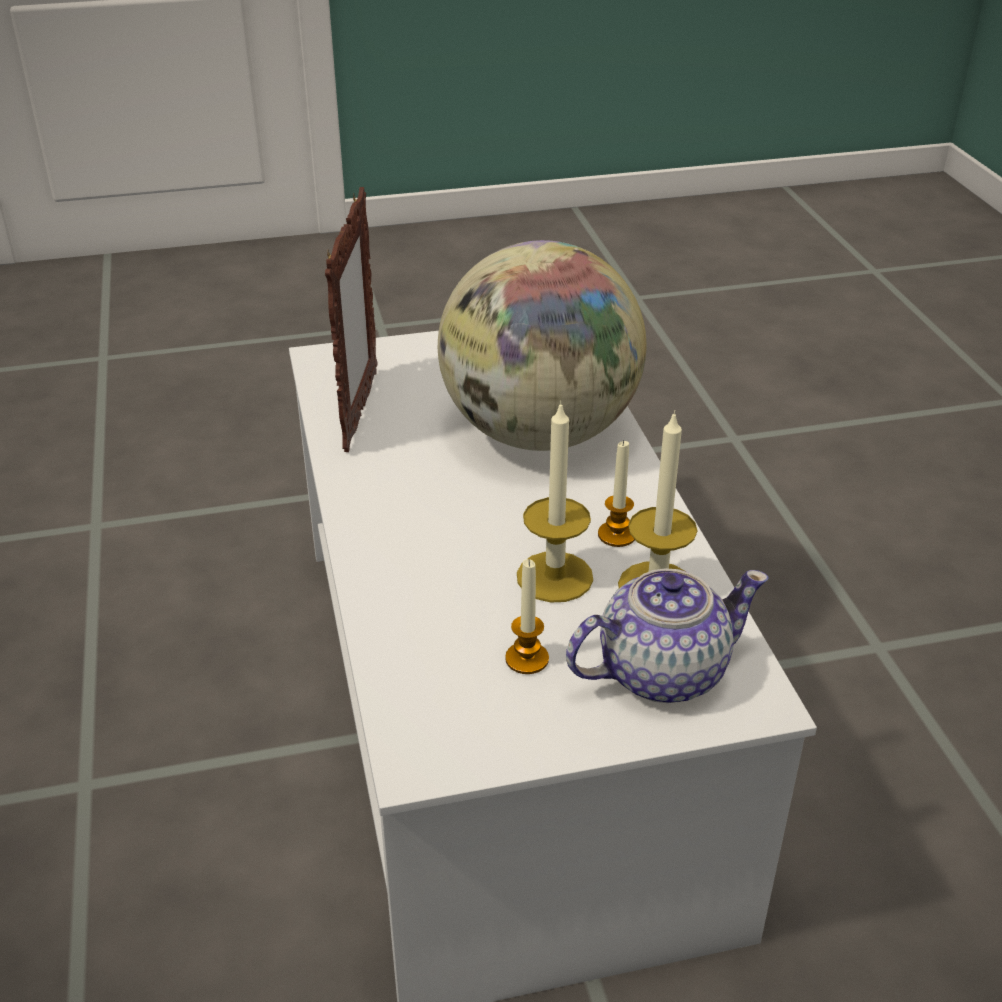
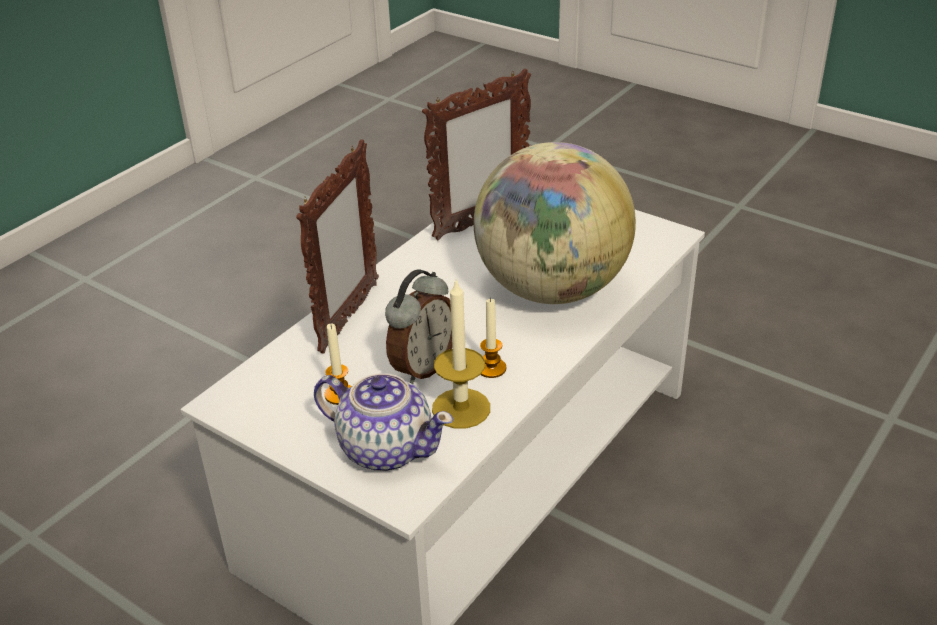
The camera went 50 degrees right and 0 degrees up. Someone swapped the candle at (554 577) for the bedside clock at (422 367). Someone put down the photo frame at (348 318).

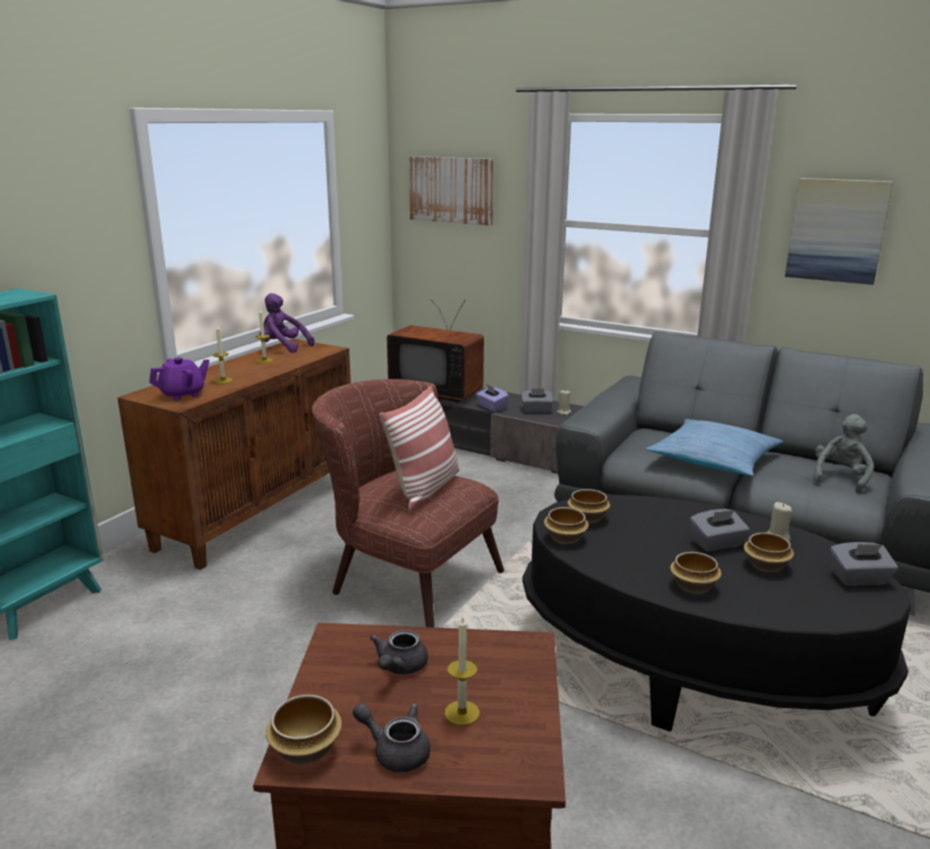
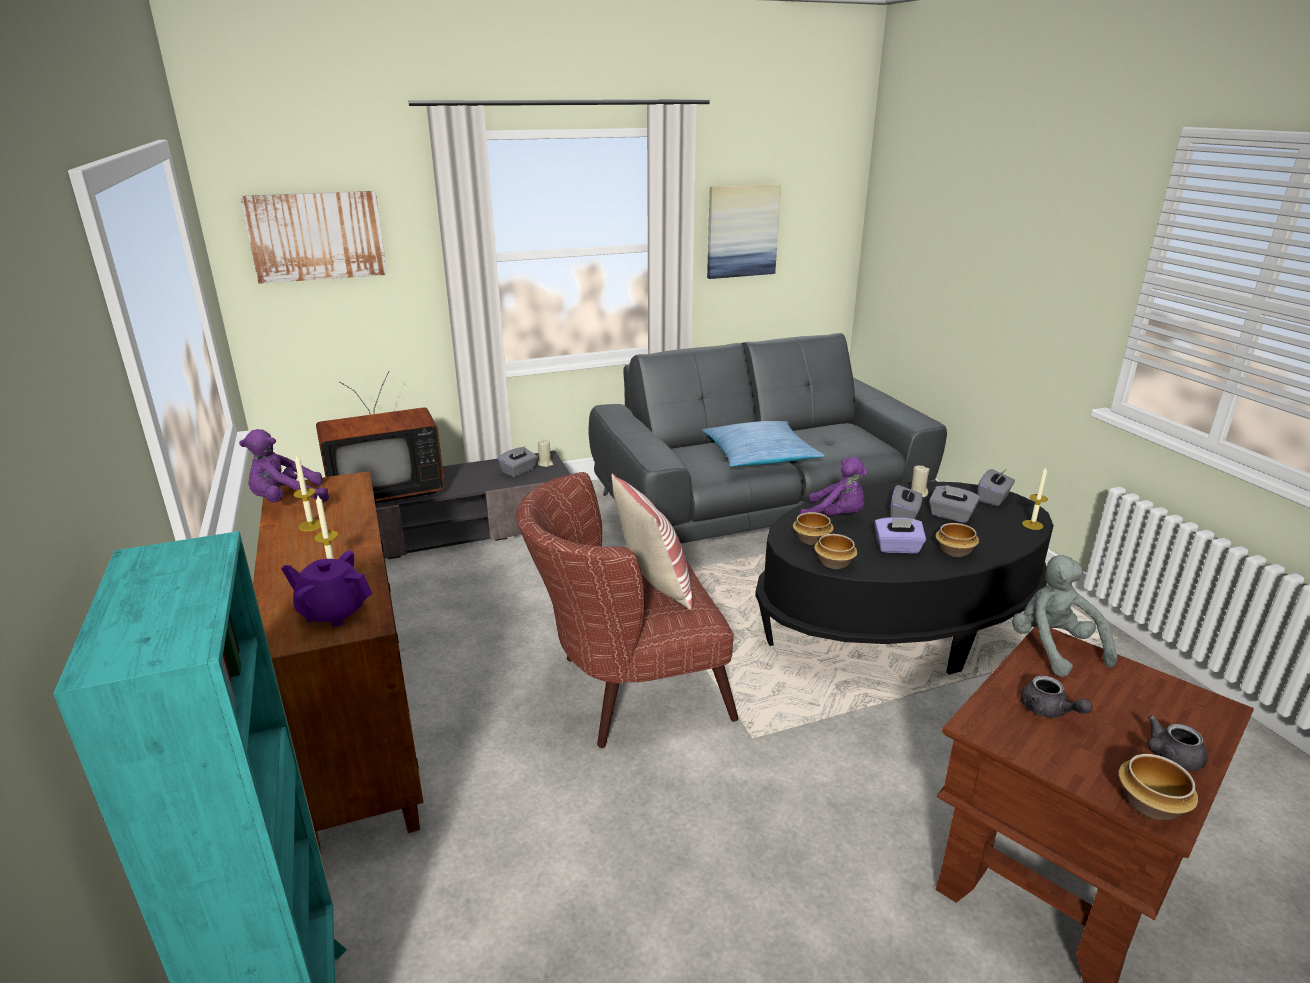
The camera went 50 degrees left and 5 degrees up. Someone rotated the purple-coloured teapot at (183 394) by 75 degrees counterclockwise. Someone carried the purple-coloured tissue holder from (492 407) to (897 548). Someone carried the grey cuddly toy from (840 478) to (1053 648). Someone swapped the serving bowl at (767 566) for the grey tissue holder at (951 515). Someone carried the candle from (462 713) to (1032 525). Someone put down the purple-coloured cuddly toy at (836 517).

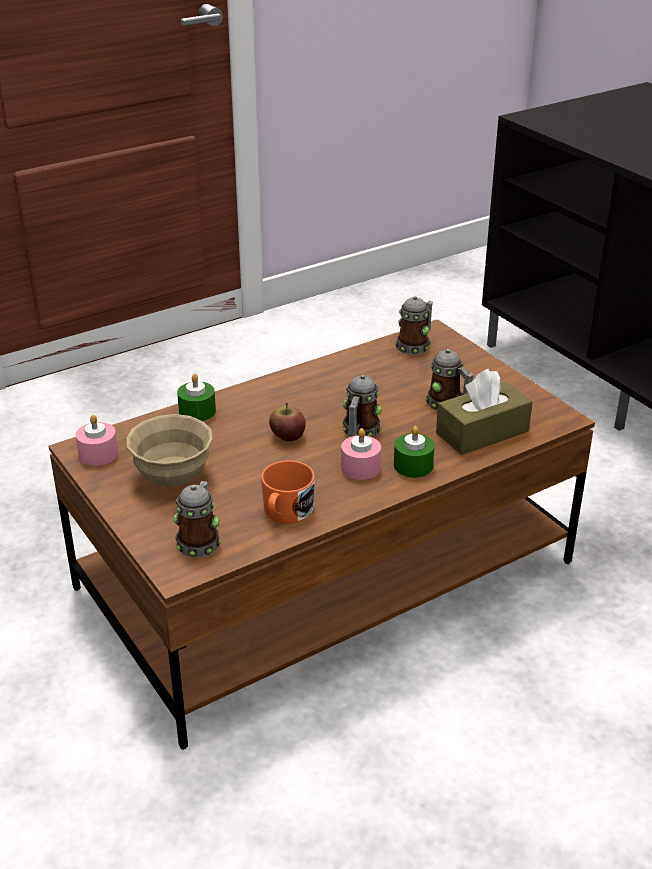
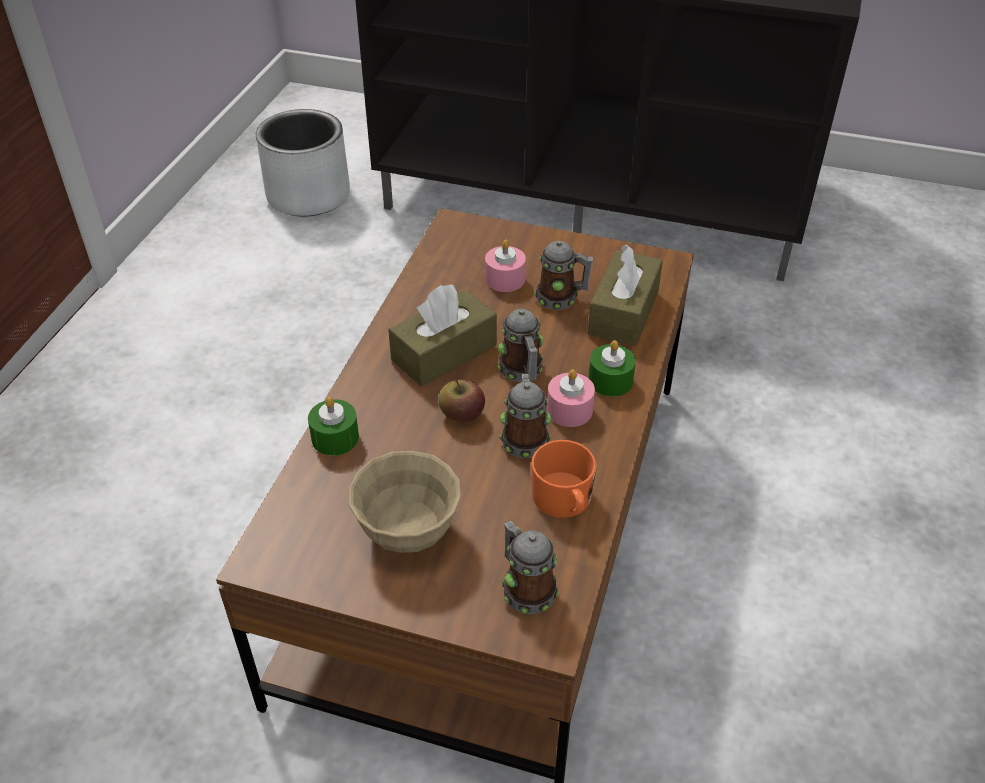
The camera went 40 degrees left and 10 degrees up. Someone carried the mug from (415 345) to (524 437). Someone carried the pink candle from (98 454) to (505 279). Someone put down the grey plant pot at (308 195). Someone put down the brownish tissue holder at (444 353).

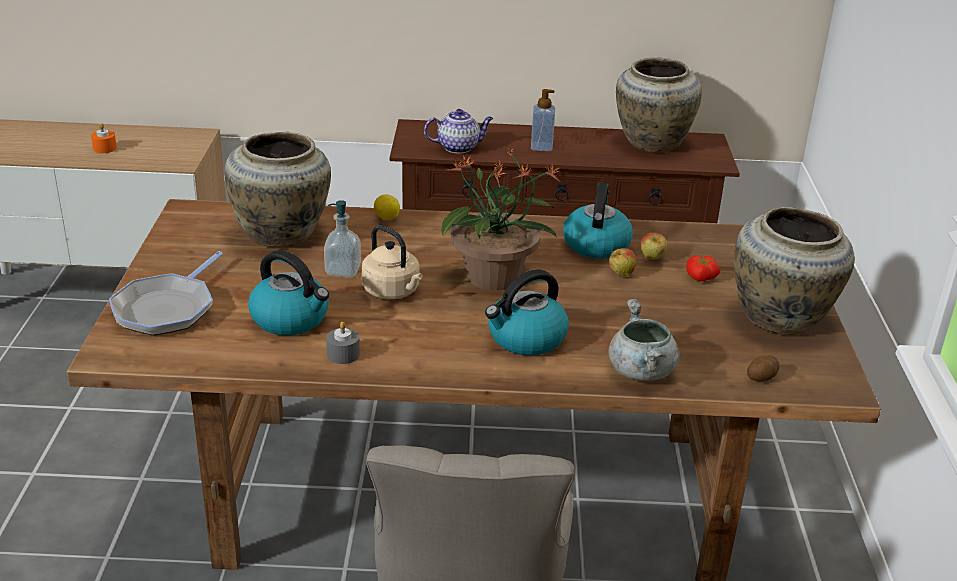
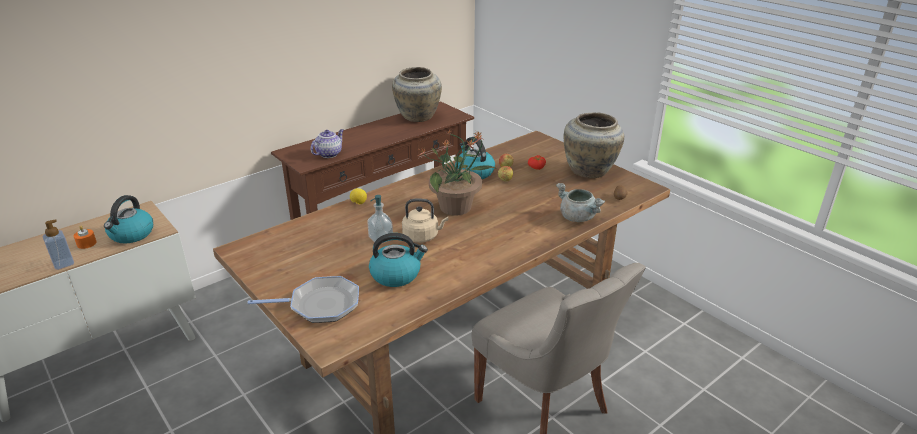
The camera went 40 degrees left and 0 degrees up. Someone carried the liquid soap bottle from (541 147) to (63 264). Someone took away the beige-coloured decorative vase at (283 235). Someone rotated the pan at (167 309) by 75 degrees counterclockwise. Someone carried the tea kettle from (526 339) to (131 234). Someone took away the grey candle at (343 354).

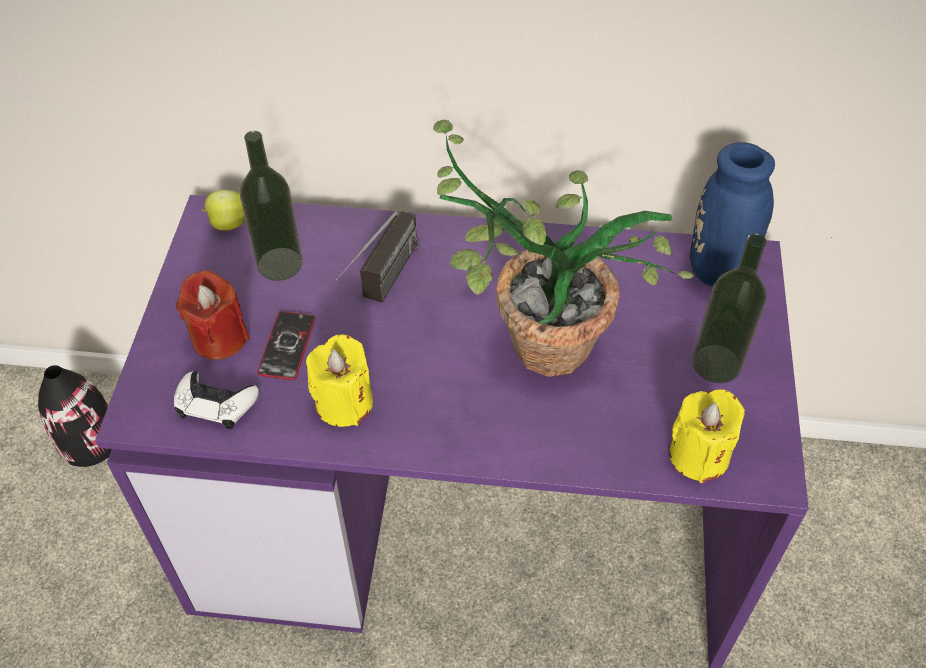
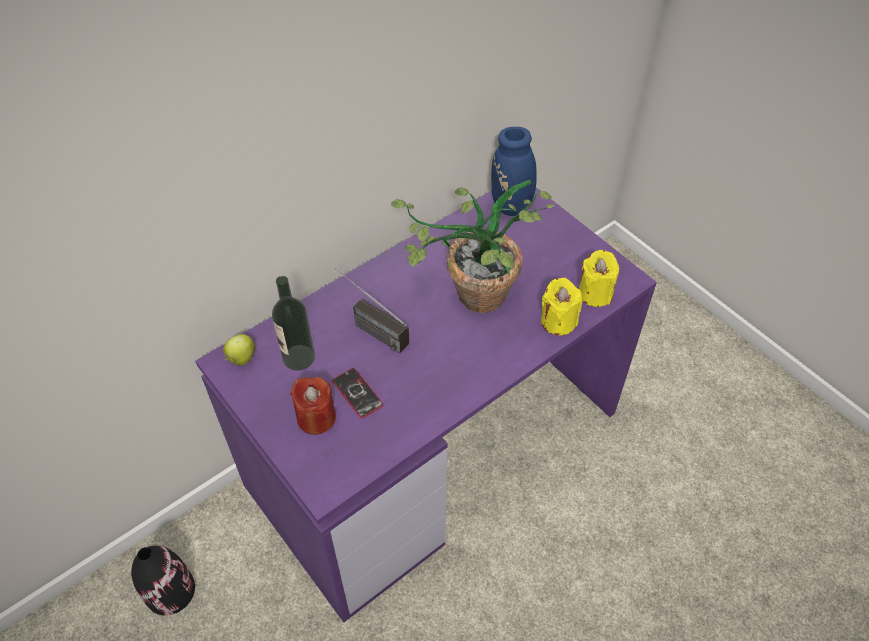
The camera went 45 degrees left and 0 degrees up. Someone rotated the radio at (383 287) by 150 degrees clockwise. Someone took away the bottle at (716 363). Someone carried the yellowish candle from (344 403) to (558 321). Someone took away the whitish gamepad at (215 404).

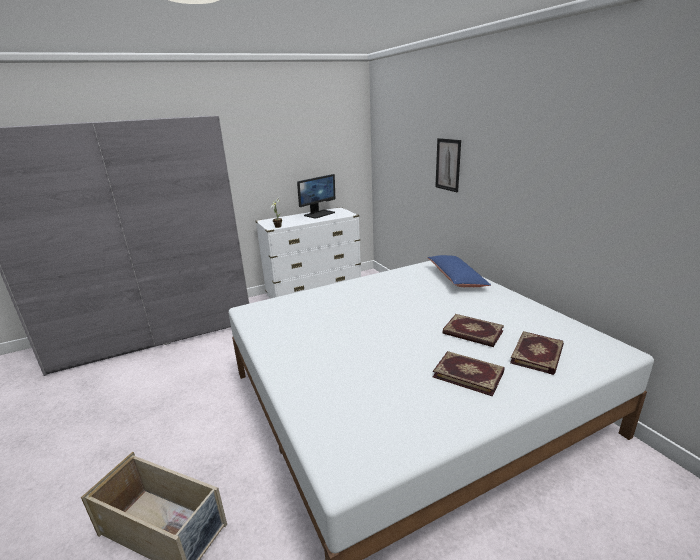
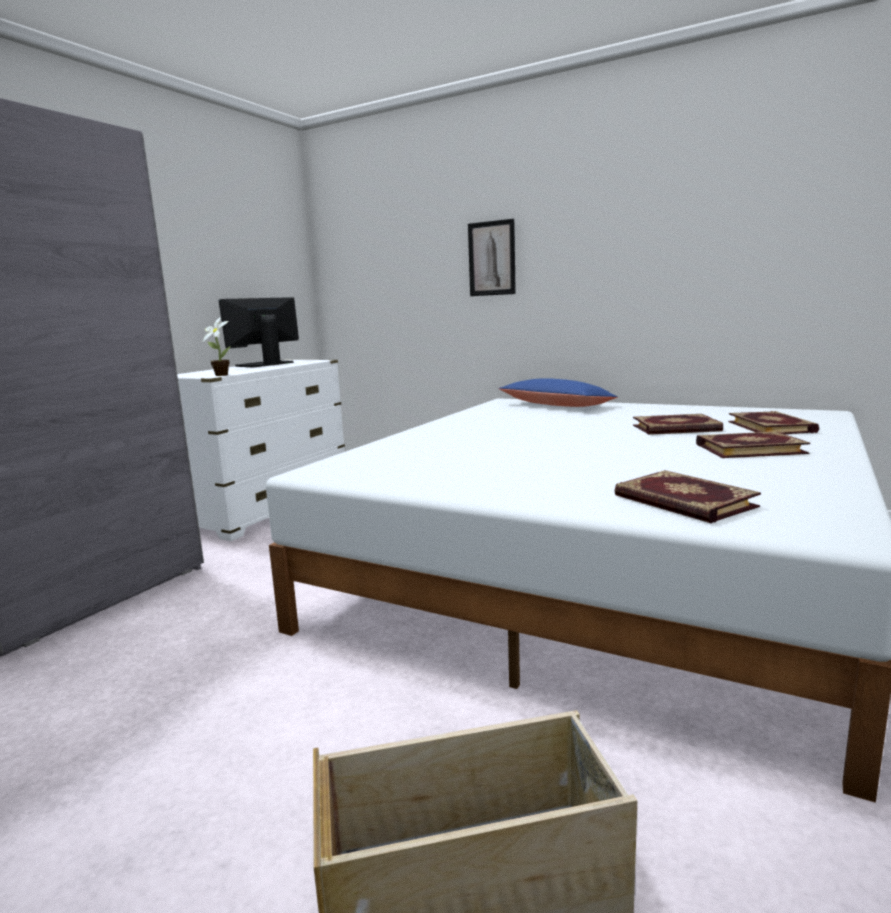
The camera went 35 degrees left and 10 degrees down. Someone rotated the computer screen at (319 214) by 150 degrees counterclockwise. Someone put down the book at (683 502).

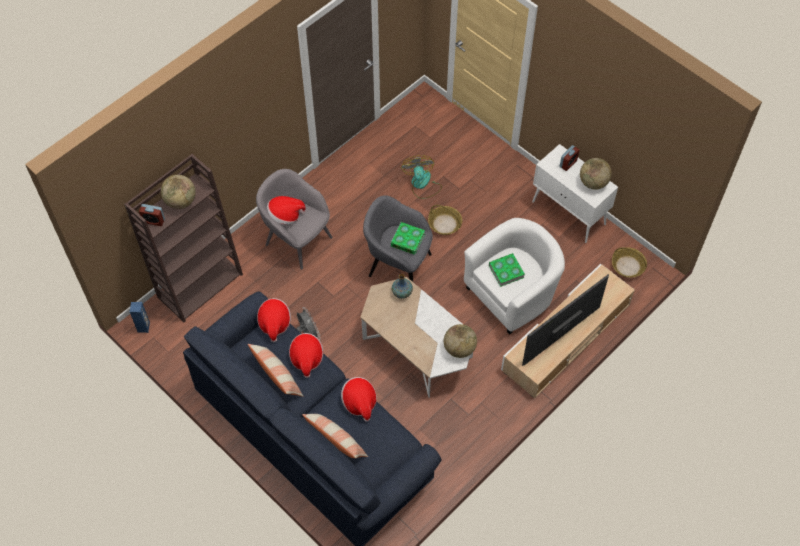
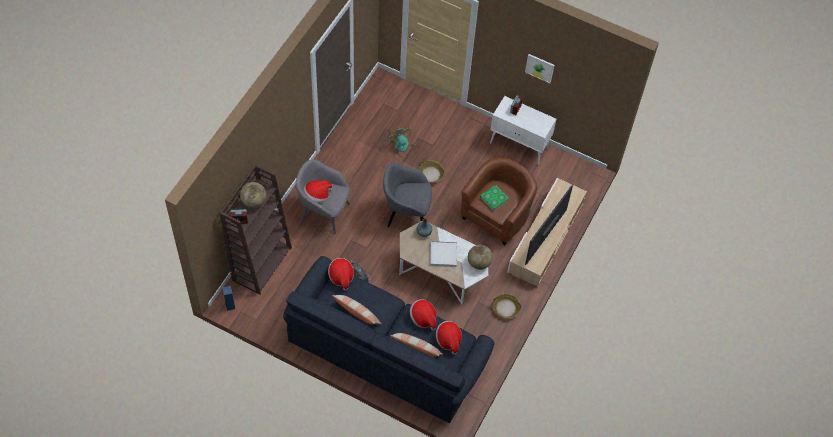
The camera went 20 degrees left and 0 degrees up. Someone took away the globe at (593 182). Someone repainted the whitish easy chair at (512 294), which became the brownish easy chair at (497 215). Someone took away the book at (407 240). Someone carried the storage basket from (628 266) to (506 308). Someone carried the clothing hat from (306 358) to (448 340). Someone put up the picture at (539 68). Someone put down the whitish serving tray at (443 255).

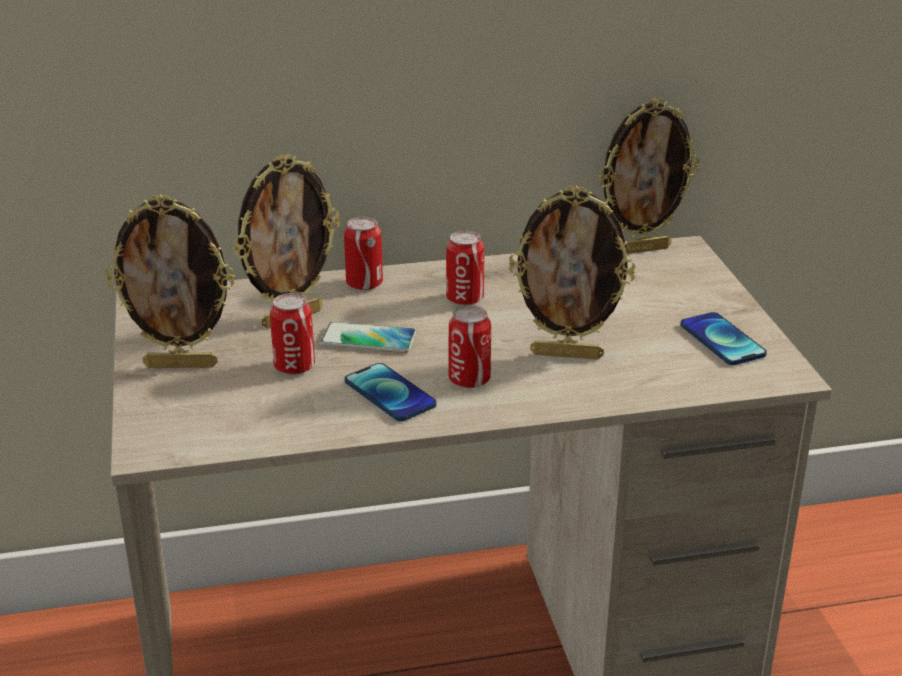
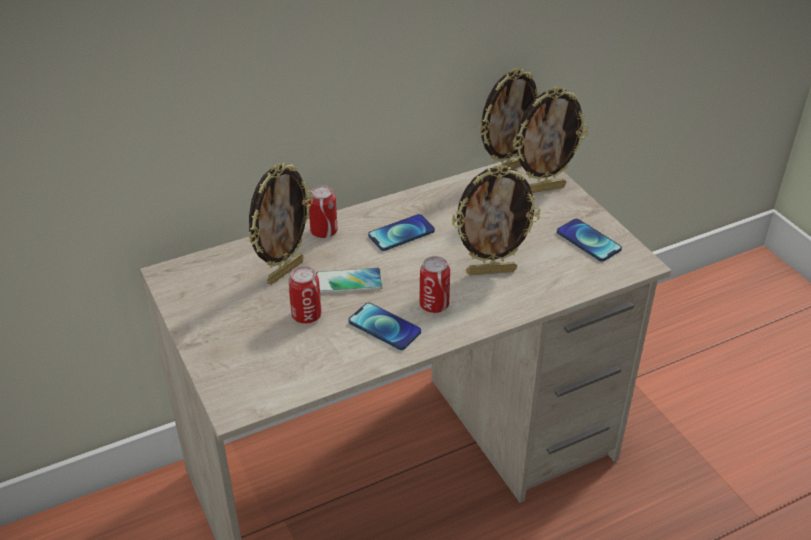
The camera went 15 degrees left and 10 degrees up. Someone carried the photo frame from (181 364) to (543 188). Someone swapped the sealed can at (465 299) for the phone at (401 233).

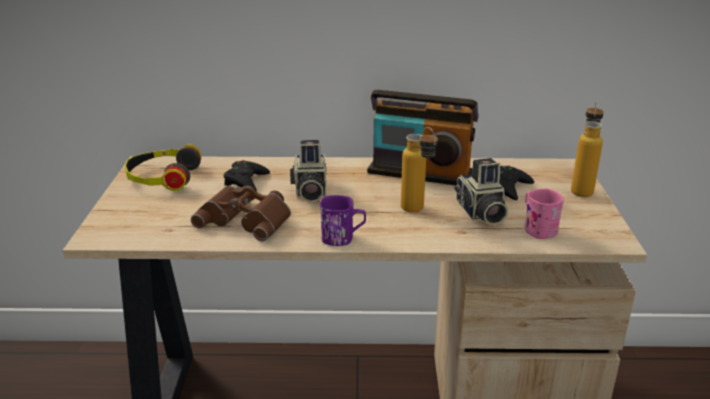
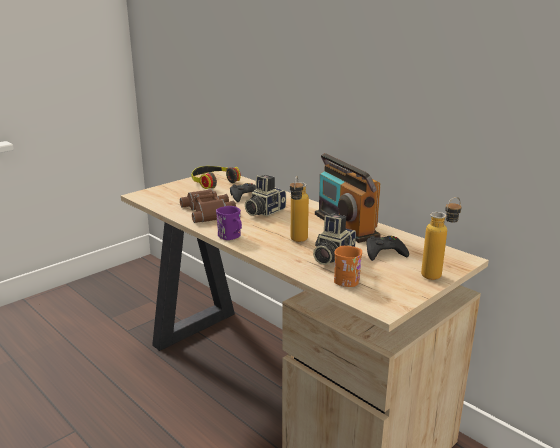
The camera went 45 degrees right and 5 degrees down. Someone repainted the pink mug at (537 228), which became the orangey mug at (348 278).

